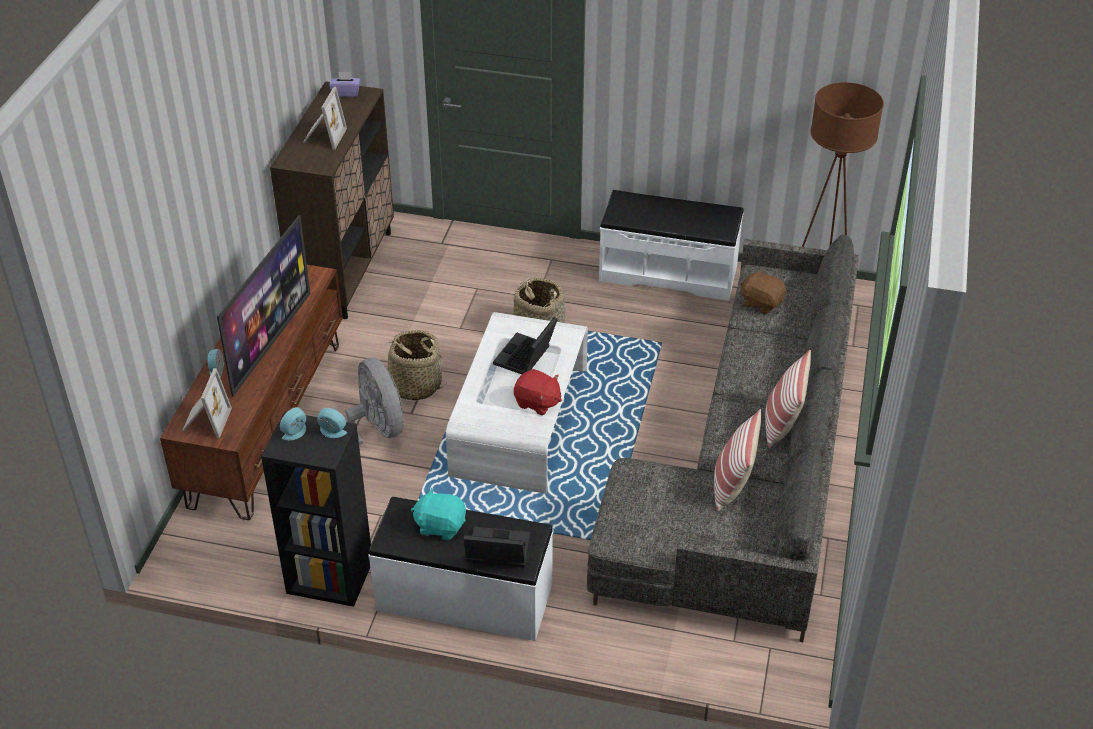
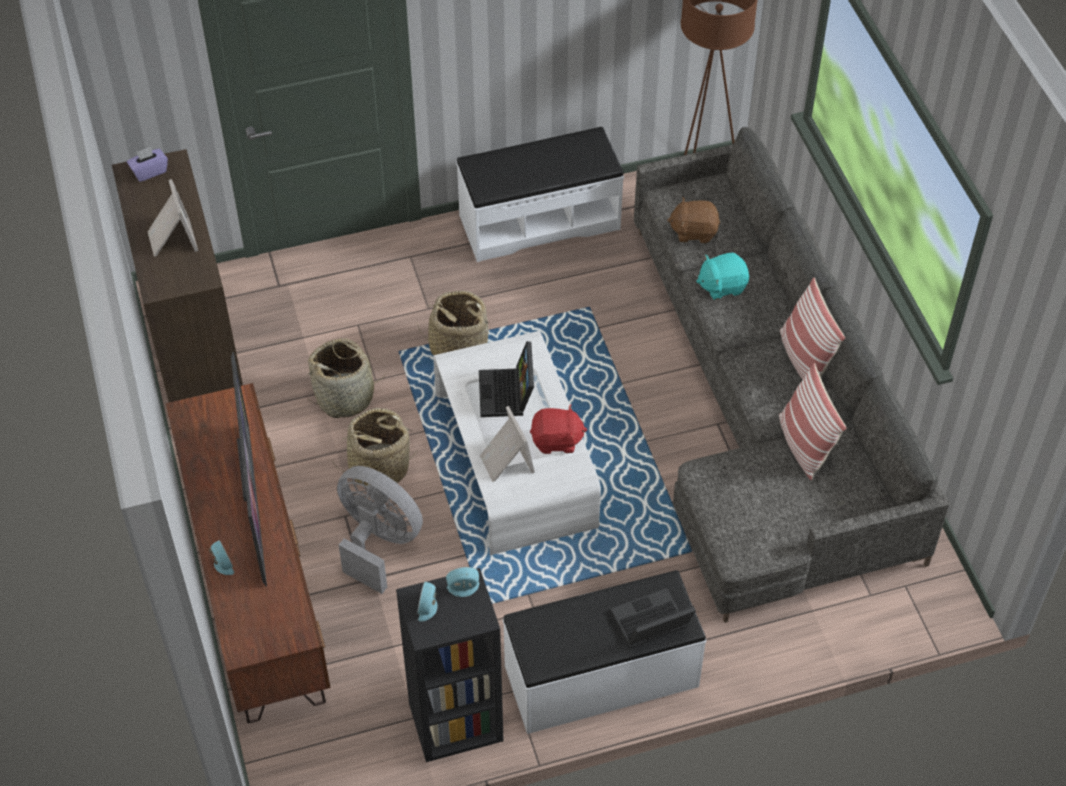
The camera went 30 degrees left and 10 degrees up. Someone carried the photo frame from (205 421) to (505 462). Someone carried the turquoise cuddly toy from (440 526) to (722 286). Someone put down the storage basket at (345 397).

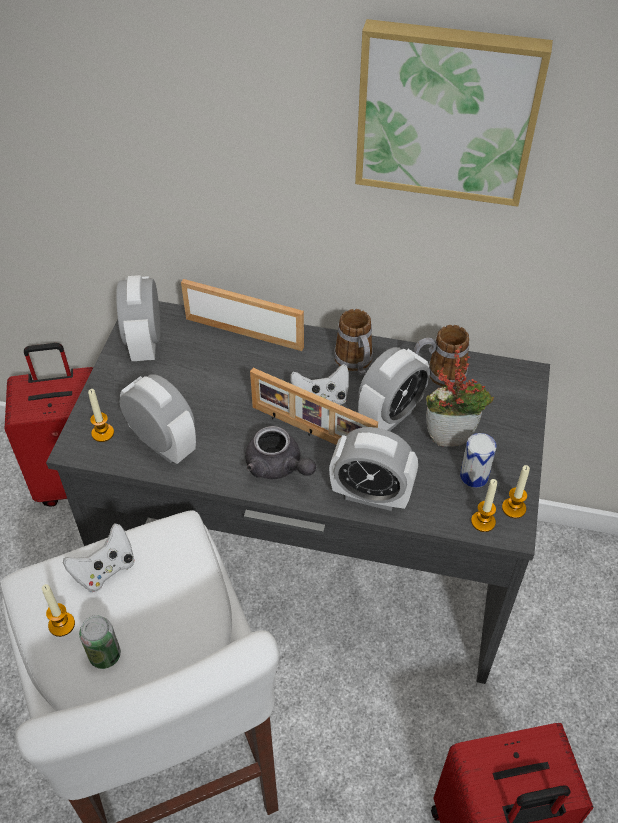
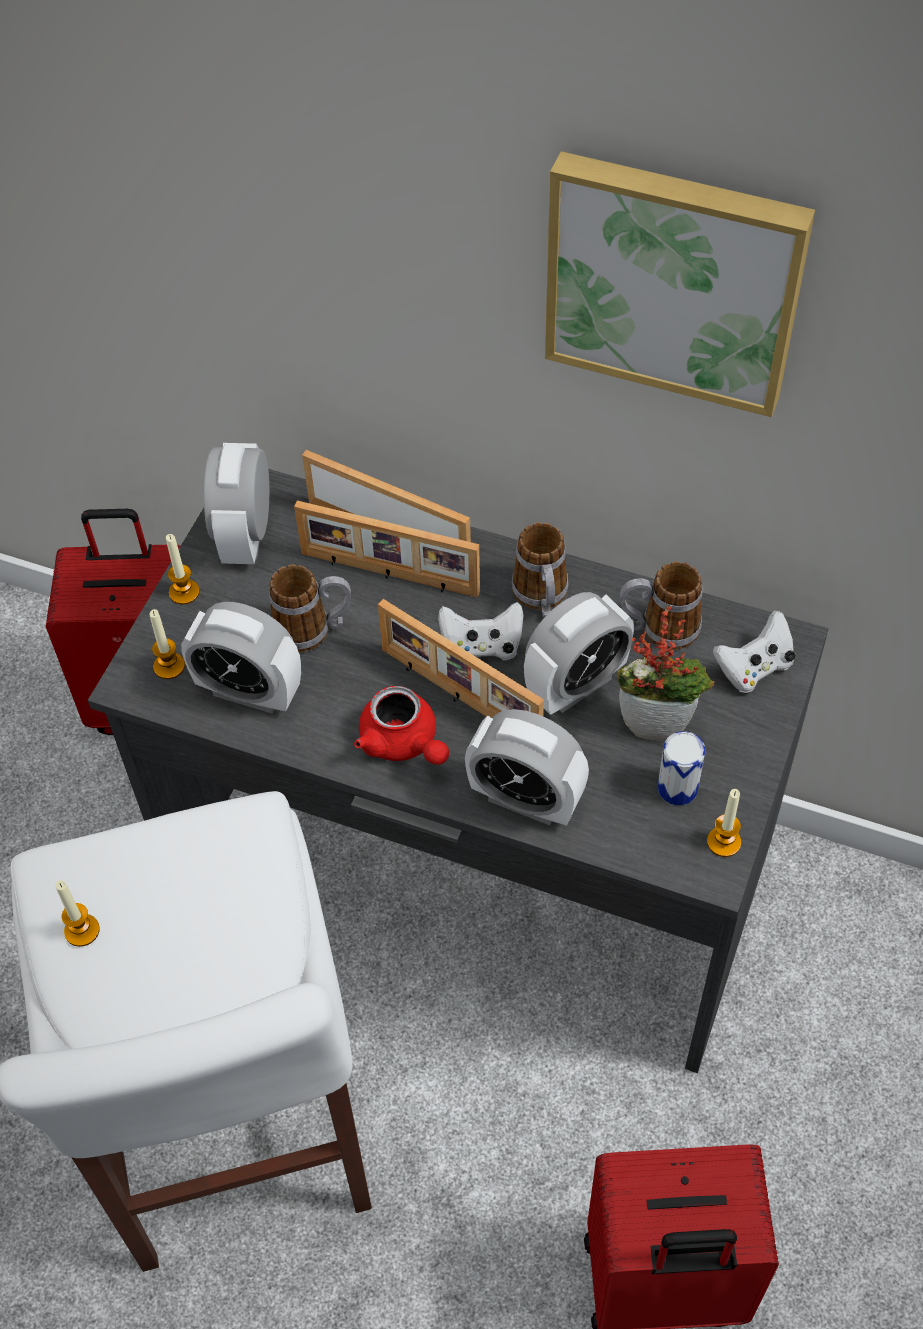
The camera went 10 degrees right and 5 degrees up. Someone rotated the bedside clock at (163 444) by 150 degrees clockwise. Someone repainted the grey teapot at (278 467), which became the red teapot at (403 743). Someone carried the candle from (483 522) to (184 592). Someone carried the whitish gamepad from (105 569) to (754 668). Someone took away the sealed can at (105 655). Someone put down the photo frame at (389 574). Someone put down the mug at (313 629).

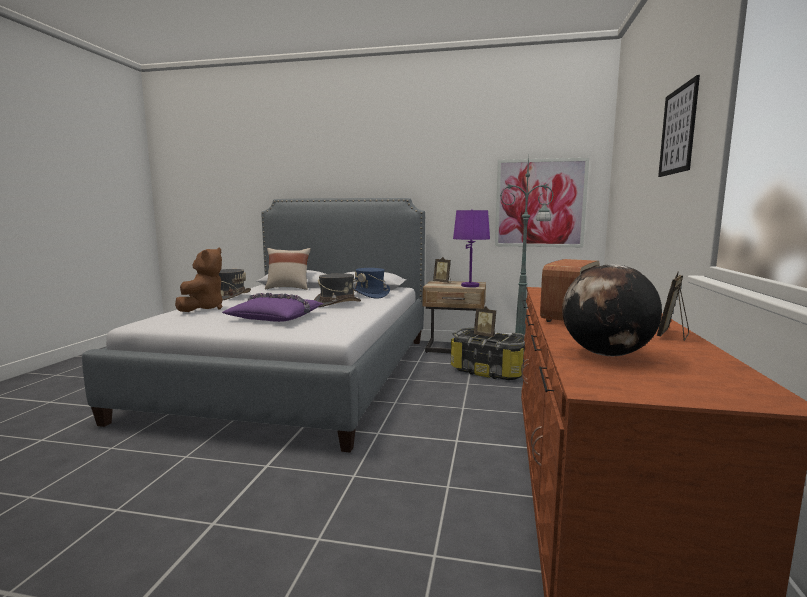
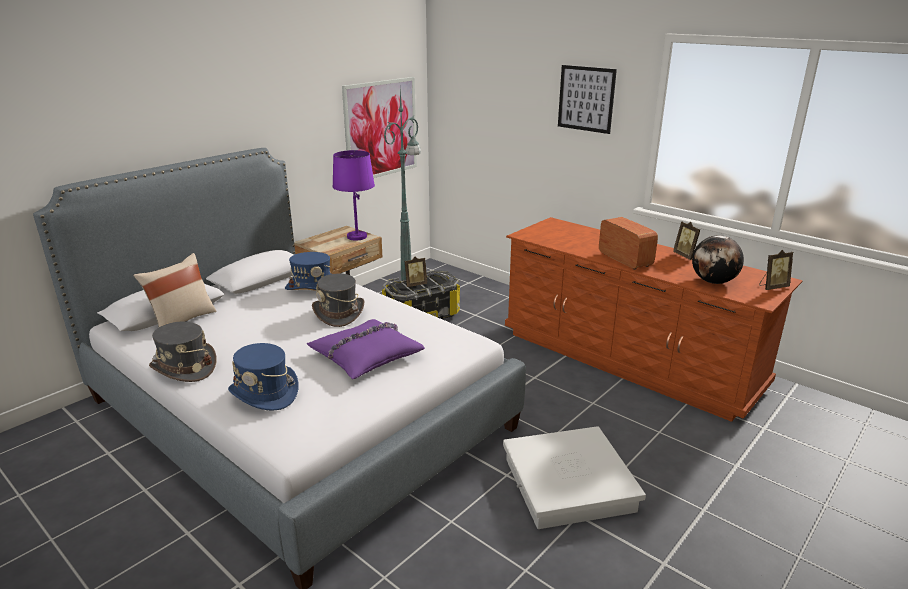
The camera went 60 degrees left and 15 degrees up. Someone swapped the brownish cuddly toy at (203 308) for the blue-coloured clothing hat at (265 393). Someone carried the photo frame from (443 282) to (772 287). Someone put down the whitish storage box at (568 484).

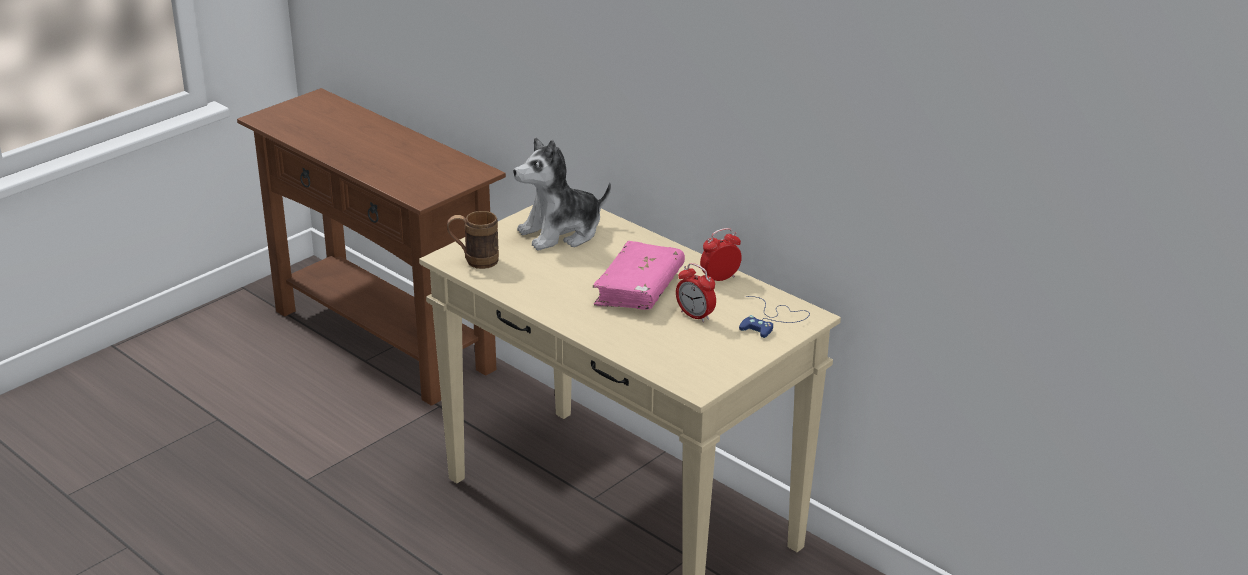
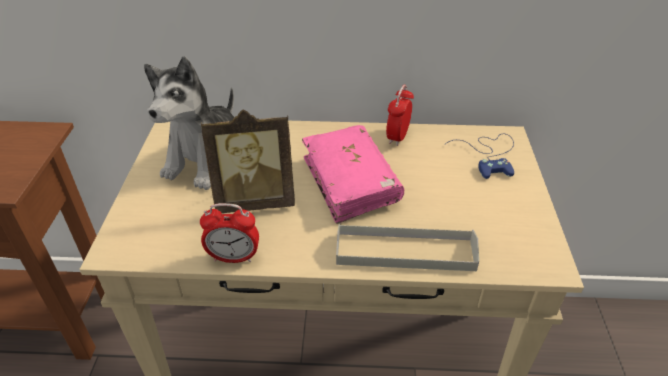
The camera went 40 degrees left and 10 degrees up. Someone took away the brownish mug at (474 261). Someone carried the bedside clock from (695 315) to (234 257). Someone put down the photo frame at (255 200). Someone put down the grey serving tray at (405 251).

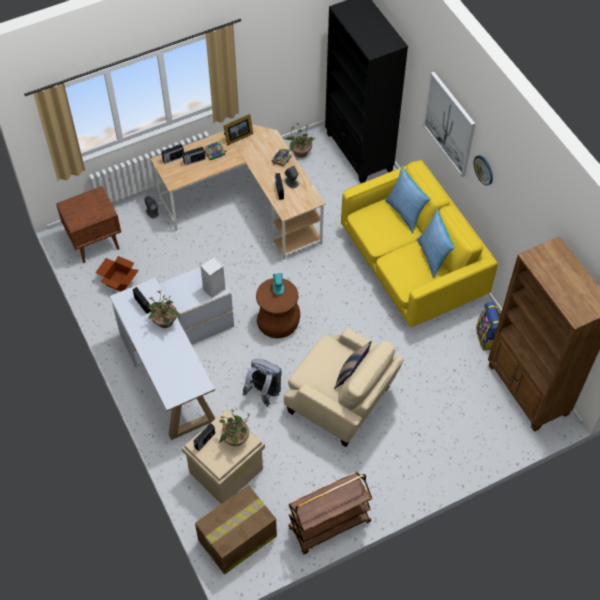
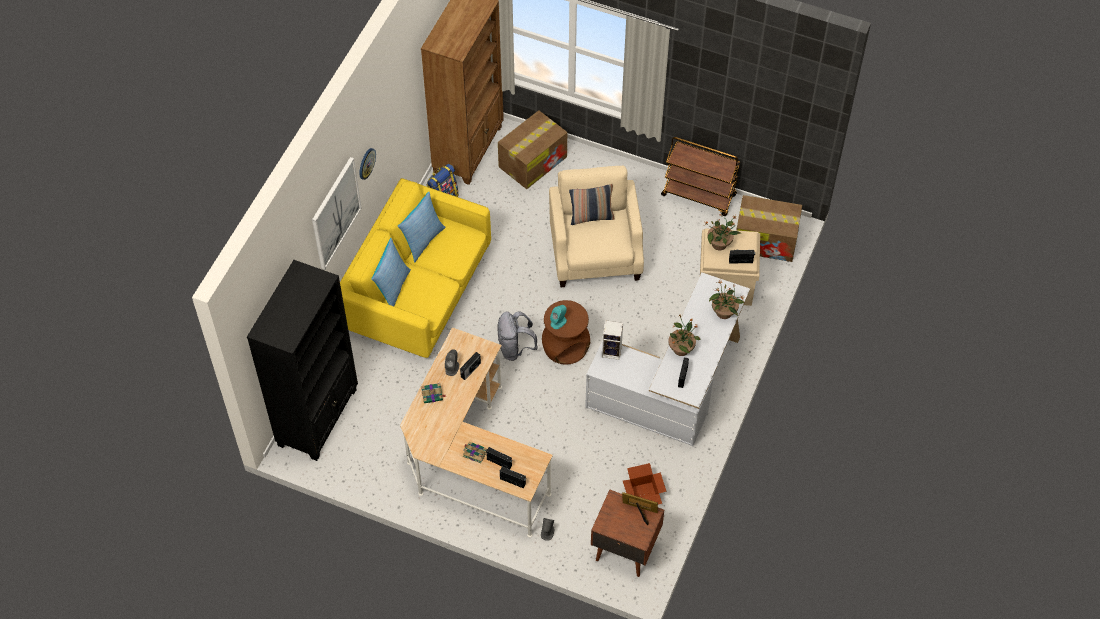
The camera went 130 degrees left and 0 degrees up. Someone carried the photo frame from (237 137) to (640 512). Someone carried the houseplant from (300 152) to (724 313). Someone carried the grey rucksack from (264 392) to (515 348). Someone put down the packing box at (533 161).

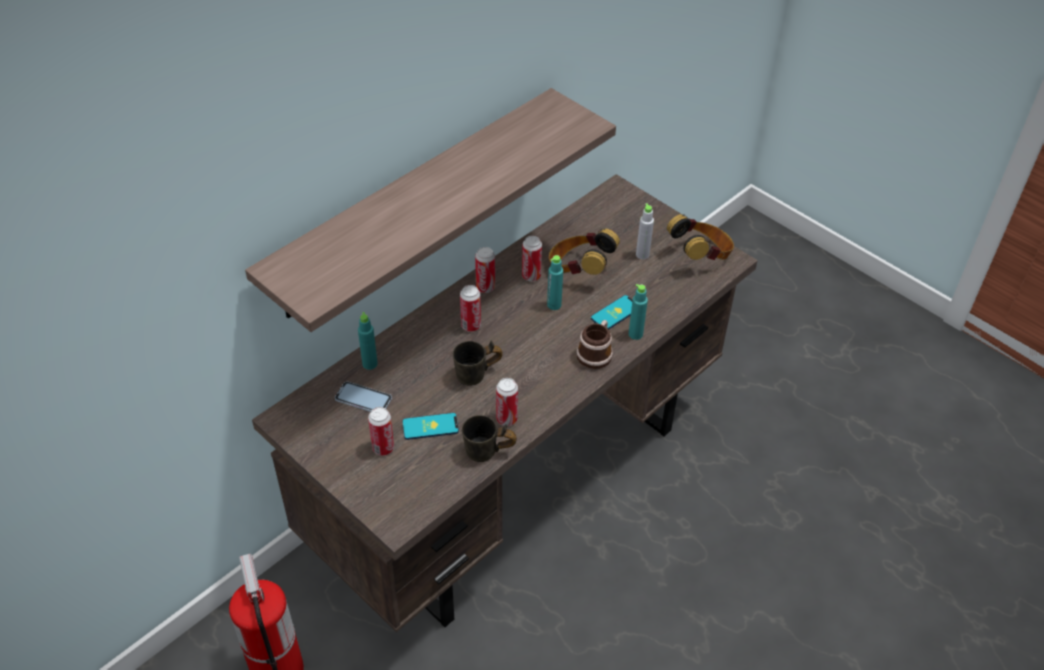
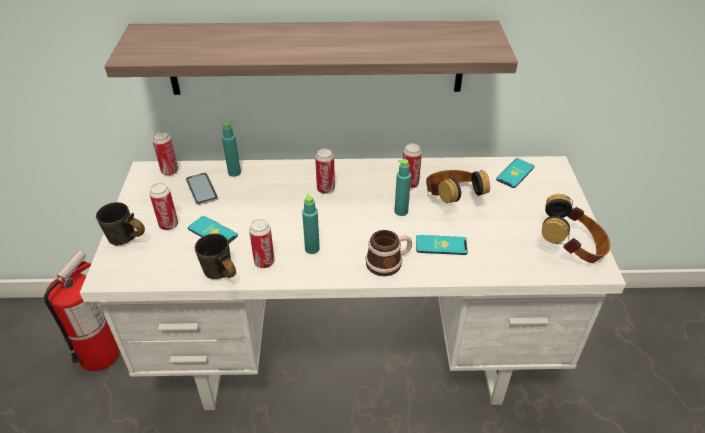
The camera went 45 degrees right and 5 degrees down. Someone repainted the brownish desk unit at (519 480), which became the whitish desk unit at (354 355). Someone took away the grey bottle at (642 254). Someone carried the sealed can from (485 287) to (169 171). Someone carried the turquoise bottle from (635 334) to (312 249). Someone carried the grey mug from (478 377) to (125 241). Someone put down the phone at (515 173).

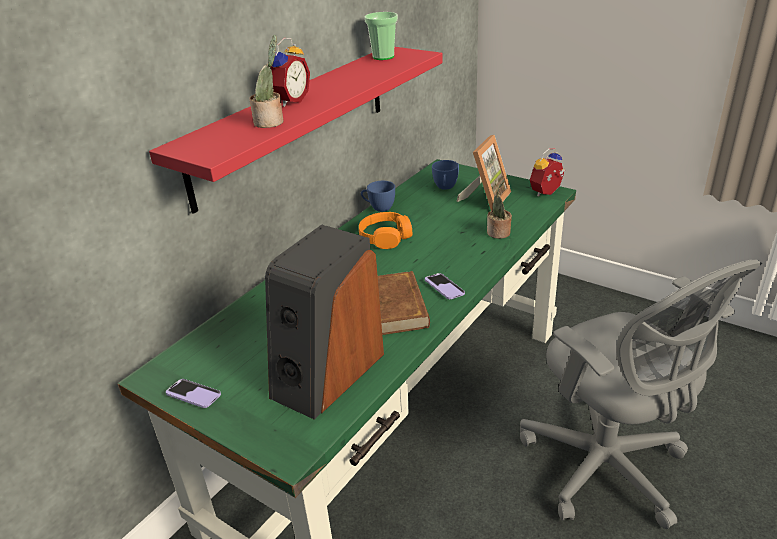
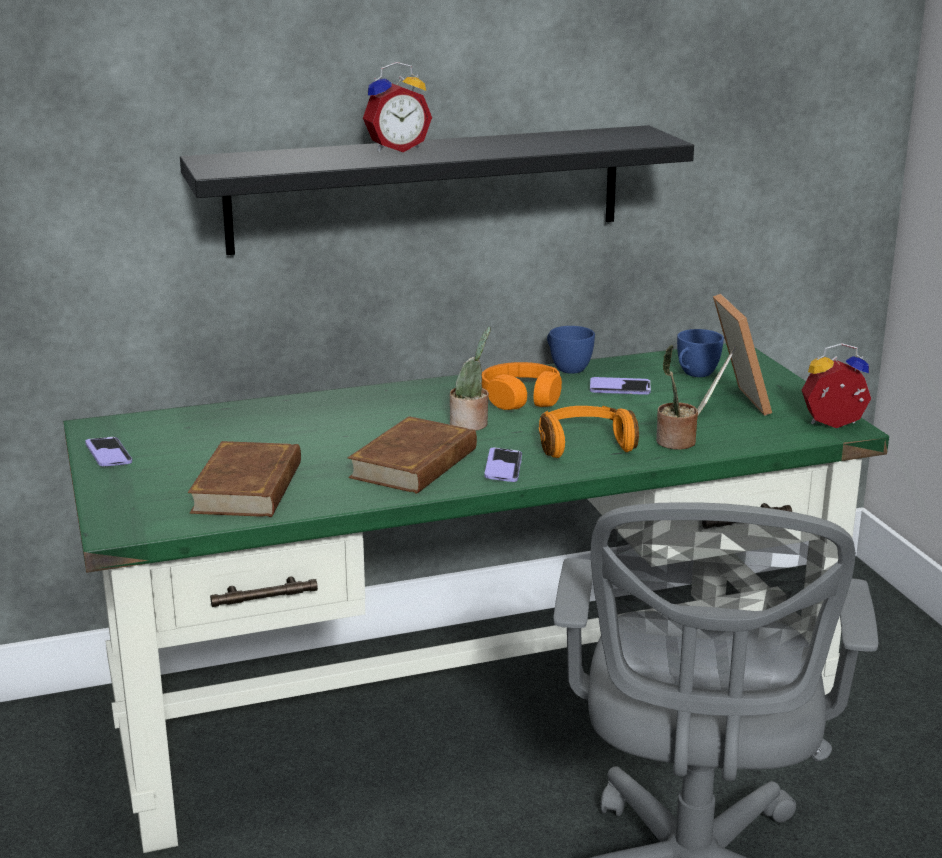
The camera went 35 degrees right and 10 degrees down. Someone took away the small cup at (383 57). Someone carried the houseplant from (271 122) to (471 424). Someone repainted the red shelf at (293 122), which became the blackish shelf at (426 188). Someone rotated the photo frame at (486 199) by 75 degrees counterclockwise. Someone swapped the speaker at (327 373) for the brownish book at (248 488). Someone put down the phone at (620 388). Someone put down the orangey headphones at (584 444).

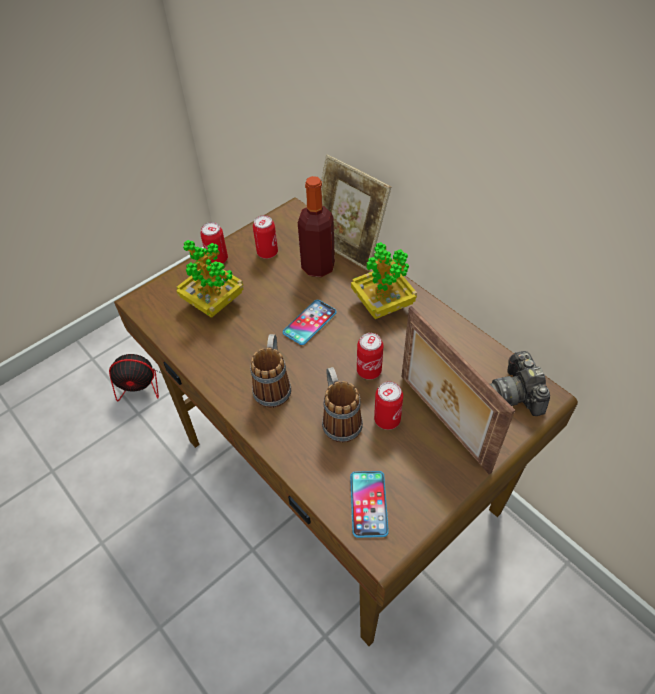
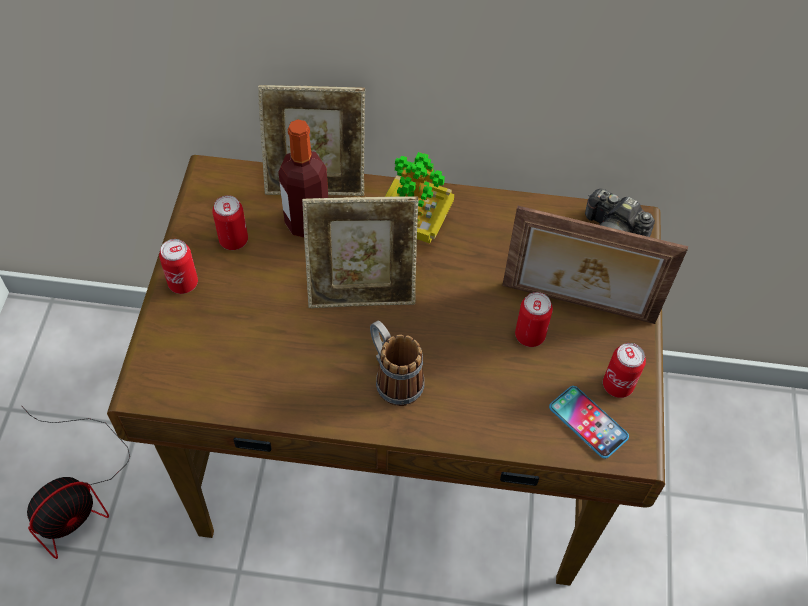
The camera went 45 degrees left and 5 degrees up. Someone took away the houseplant at (213 302). Someone swapped the phone at (310 322) for the photo frame at (362 289). Someone carried the sealed can from (369 371) to (617 385). Someone took away the mug at (339 418).

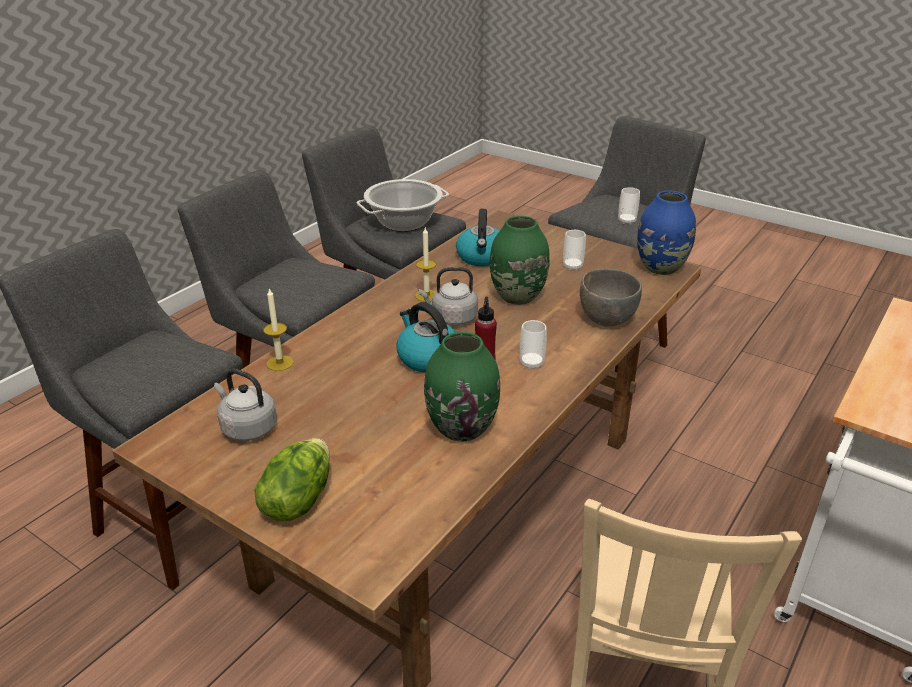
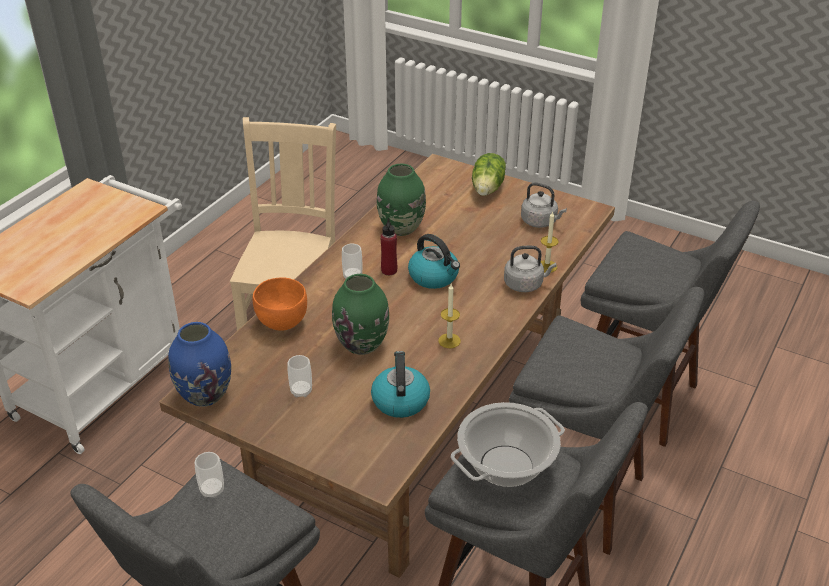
The camera went 175 degrees right and 5 degrees up. Someone carried the grey tea kettle from (451 318) to (525 284). Someone repainted the grey serving bowl at (606 319), which became the orangey serving bowl at (282 323).

